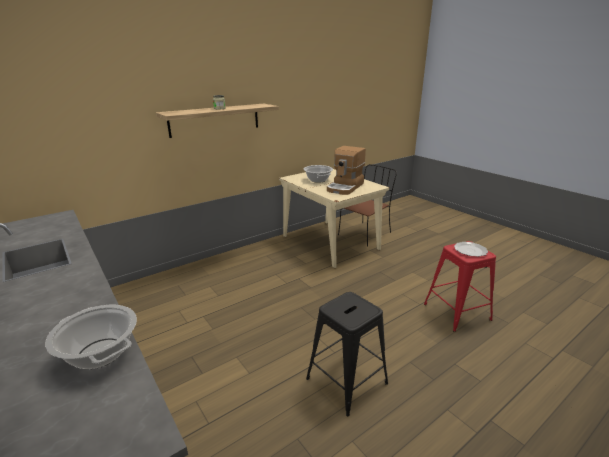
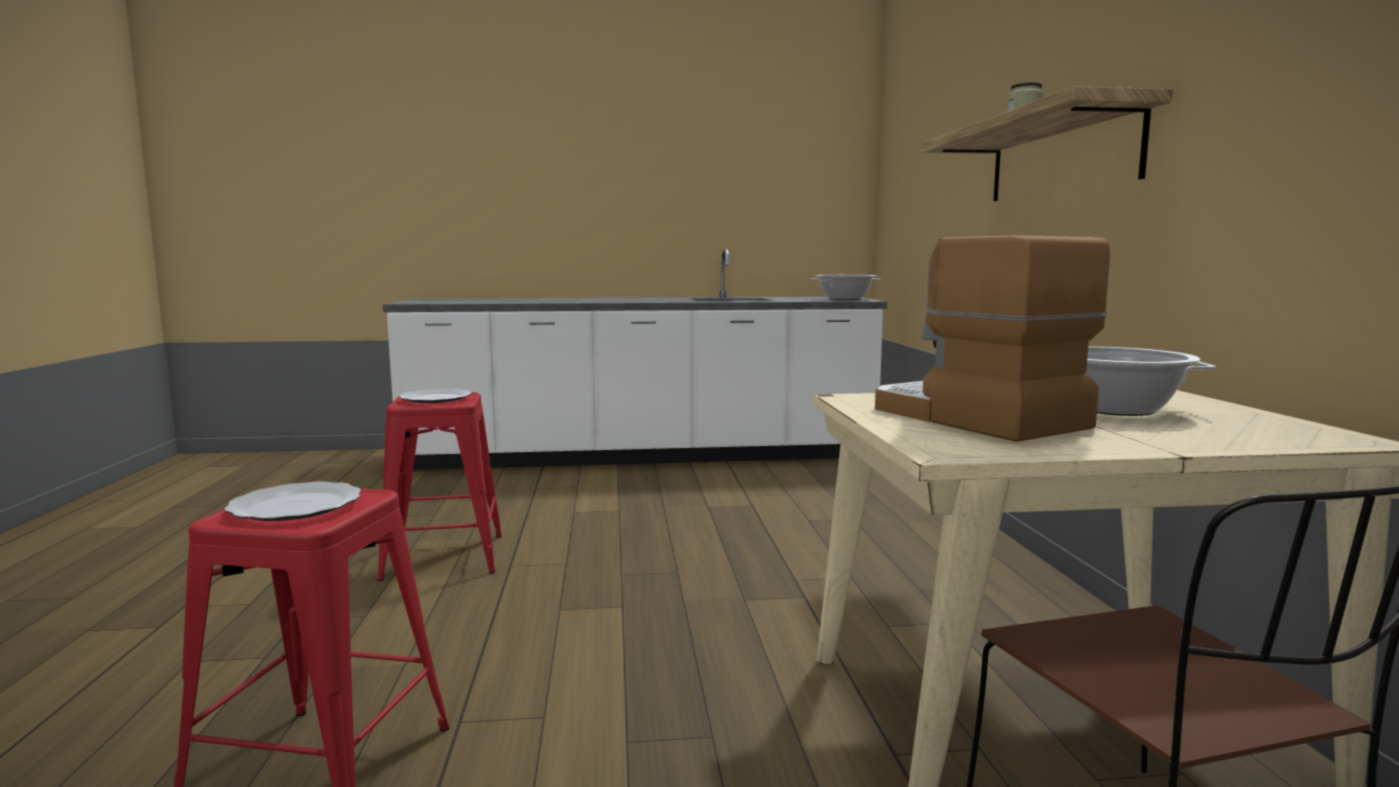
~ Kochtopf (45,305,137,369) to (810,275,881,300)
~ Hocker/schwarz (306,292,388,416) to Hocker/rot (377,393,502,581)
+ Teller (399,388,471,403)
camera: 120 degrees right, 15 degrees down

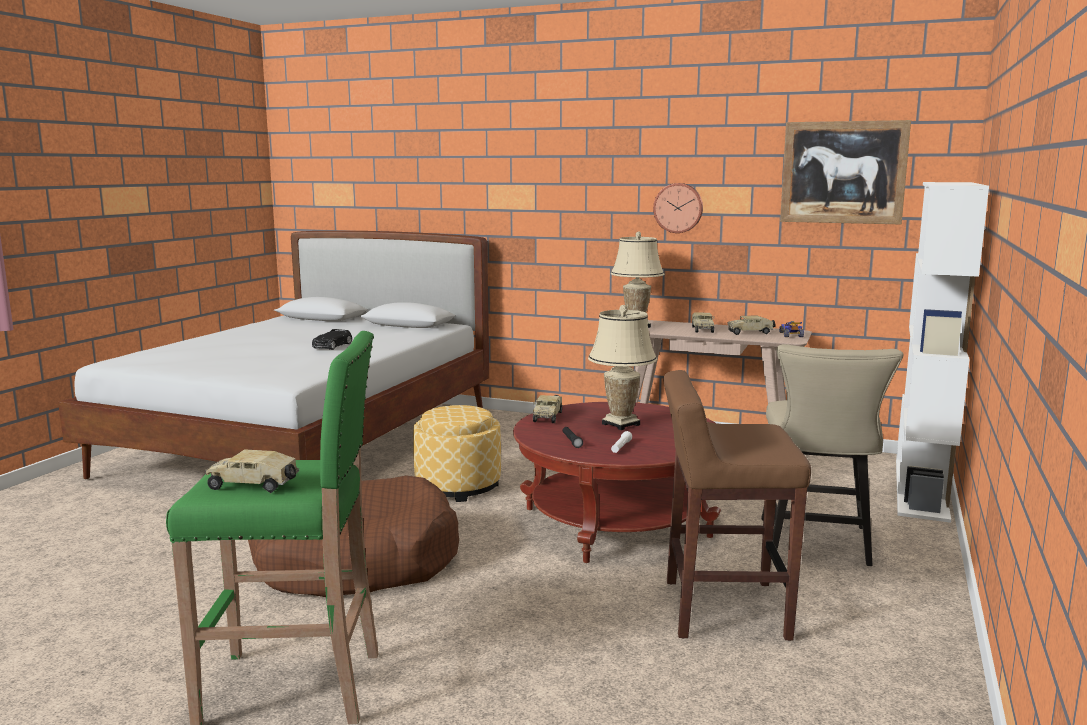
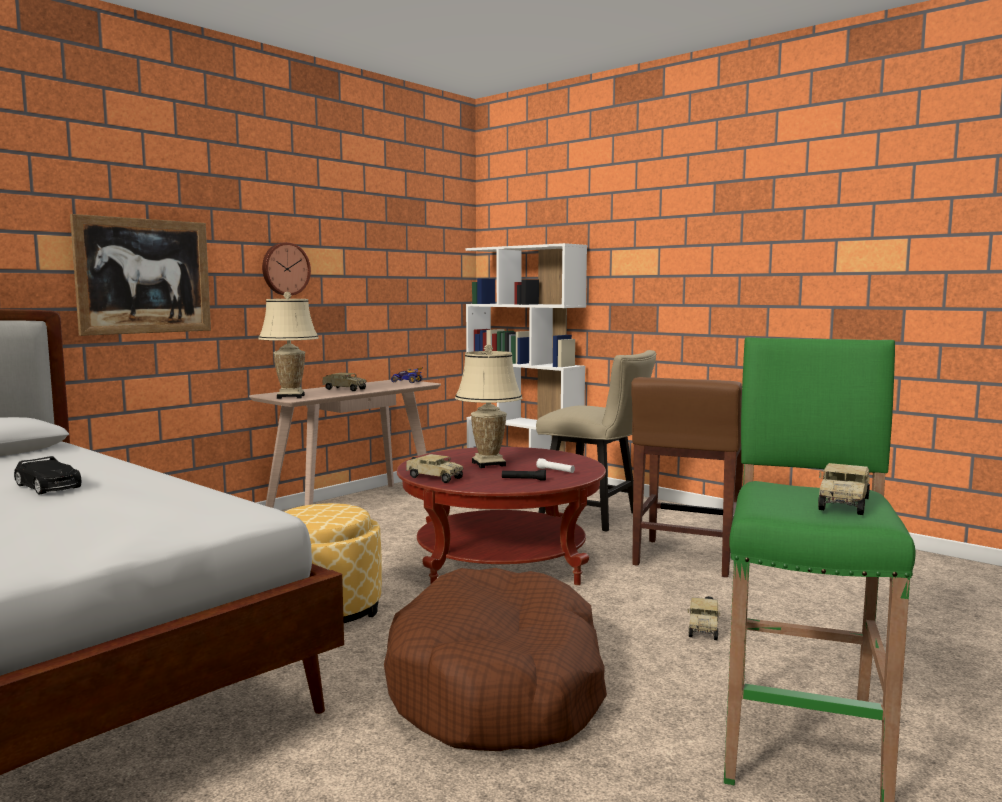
~ Spielzeuglaster (728,316,776,335) to (687,596,721,640)
~ Bild (780,120,911,224) to (70,214,211,336)
camera: 70 degrees left, 5 degrees down

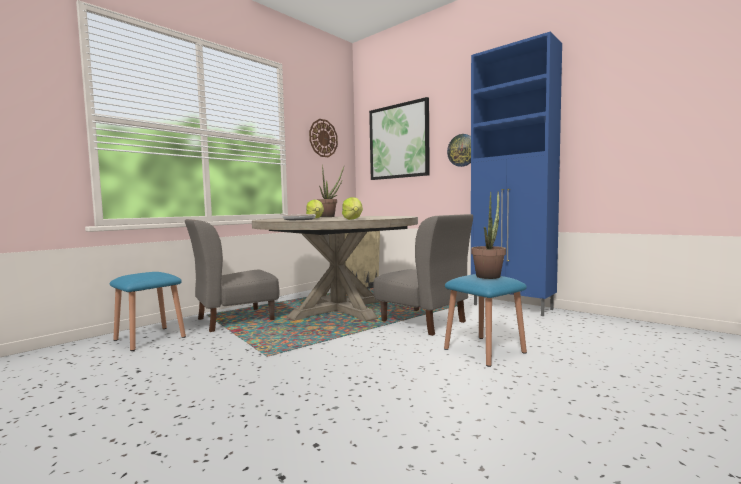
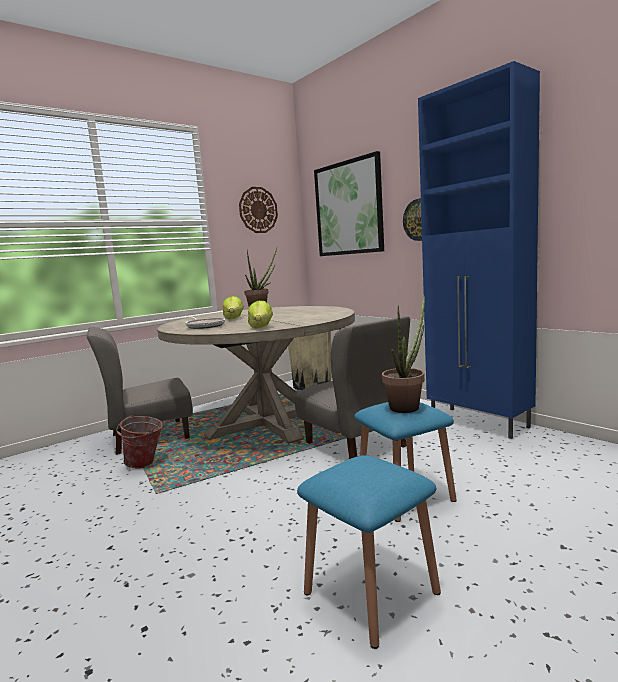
~ Hocker/blau (110,272,186,351) to (297,455,441,649)
+ Eimer (117,414,163,468)
camera: 10 degrees right, 5 degrees up

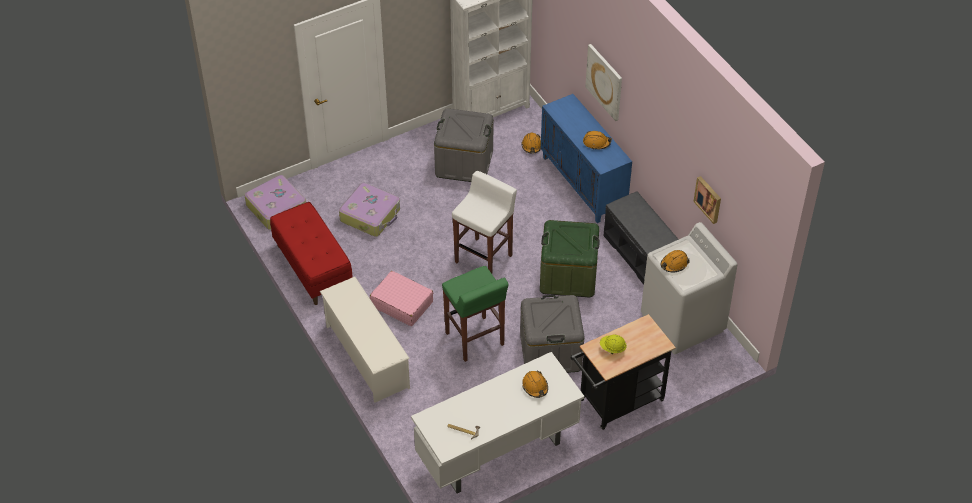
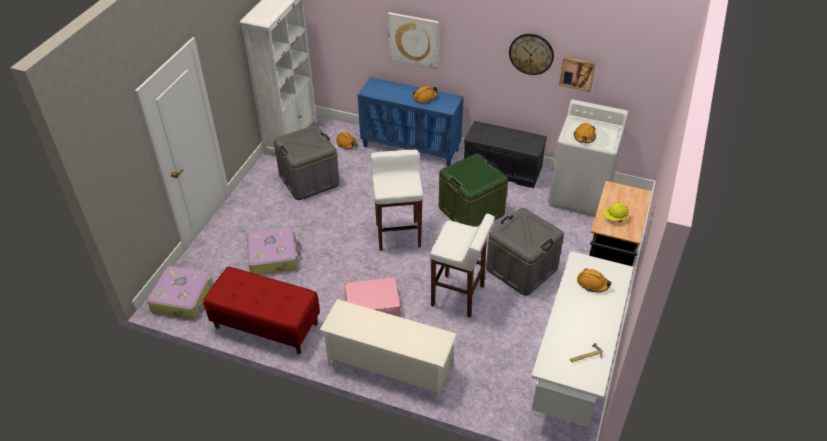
~ Hocker/grün (442,266,509,362) to Hocker/weiß (430,214,495,318)
+ Wanduhr (509,34,554,75)
camera: 40 degrees left, 5 degrees down

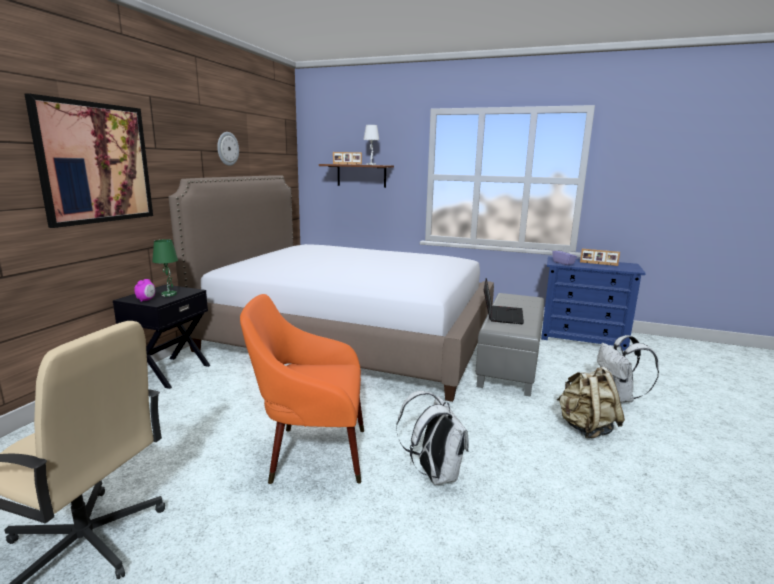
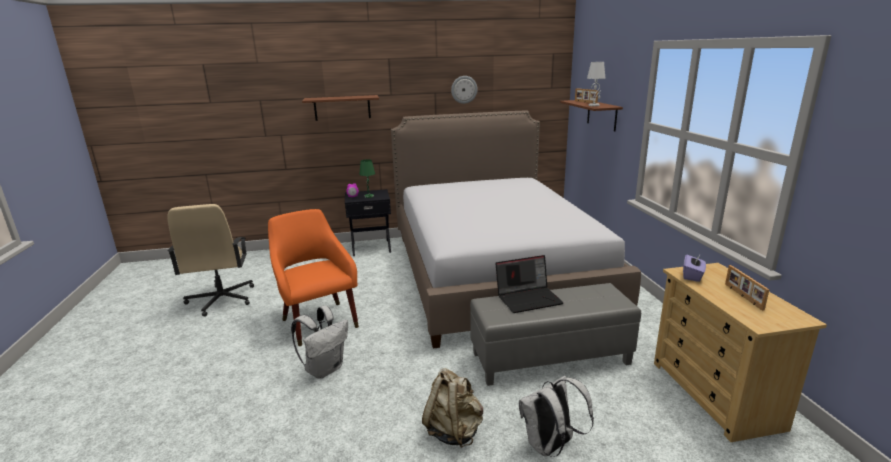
~ Bild (24,93,153,228) to Wandregal/braun (302,95,379,121)
~ Kommode/blau (541,257,646,351) to Kommode/beige (654,263,827,442)
camera: 60 degrees right, 5 degrees up

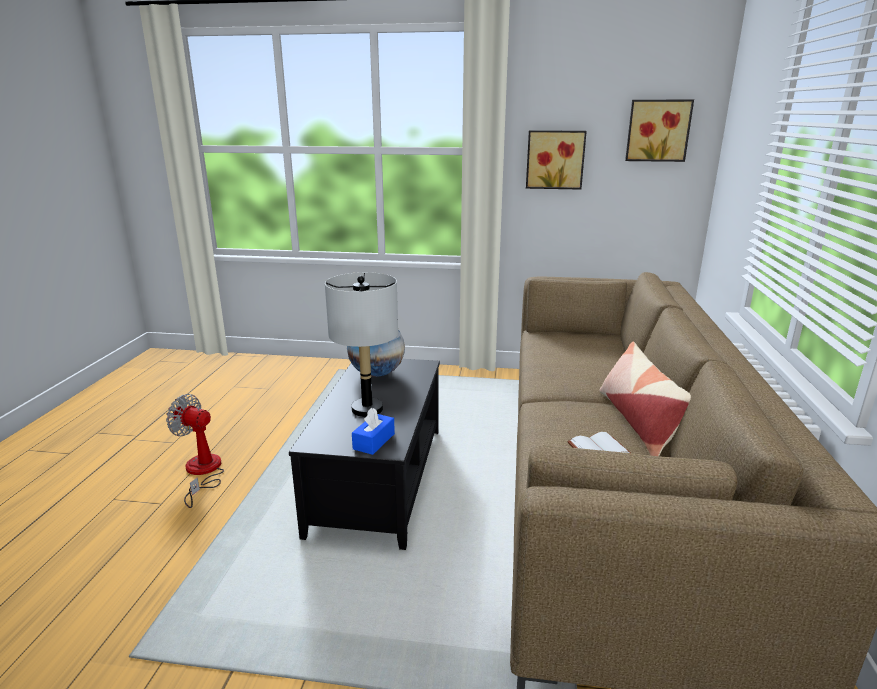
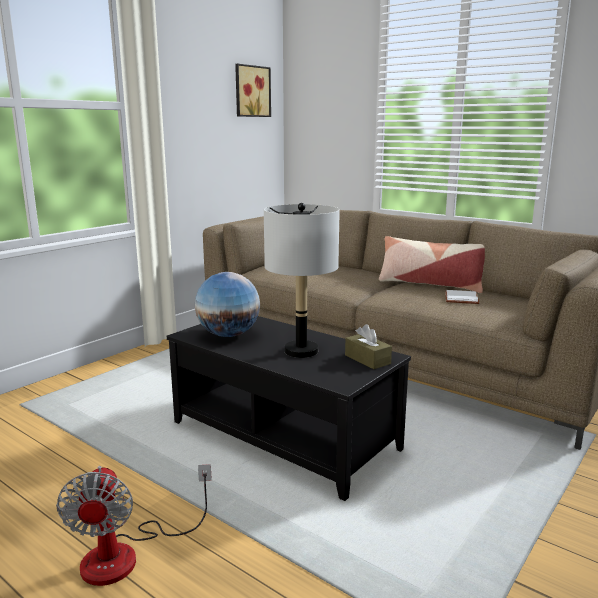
~ Ventilator (166,394,224,508) = (56,464,212,586) 60 degrees counterclockwise
~ Taschentuchbox/blau (352,407,395,455) to Taschentuchbox/braun (345,324,392,369)
- Bild (526,130,587,190)
camera: 60 degrees left, 5 degrees down

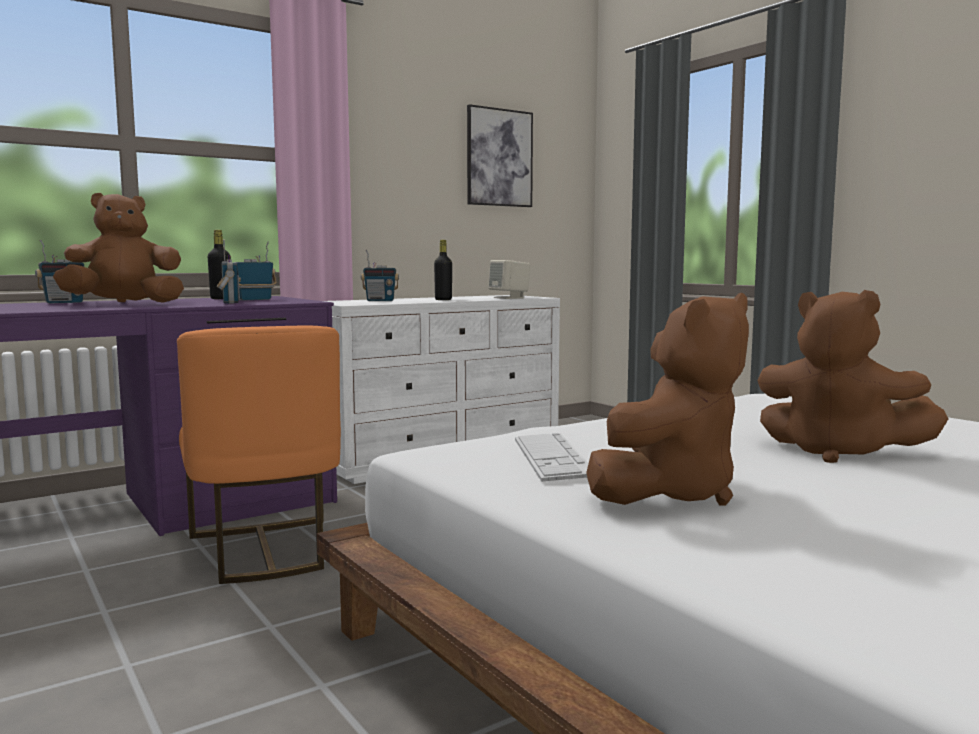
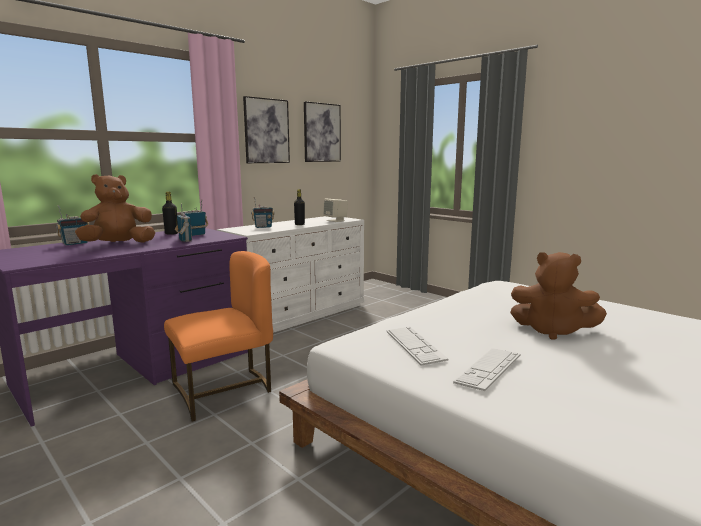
~ Stuhl/orange (177,326,341,584) = (164,251,273,422) 90 degrees counterclockwise
~ Plüschtier/braun (586,293,749,506) to Tastatur (453,348,521,391)
+ Bild (243,96,290,163)
camera: 10 degrees left, 5 degrees up

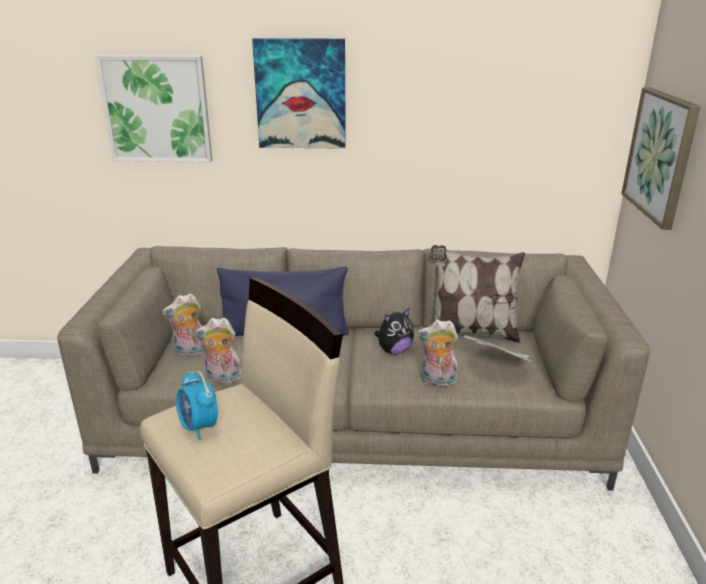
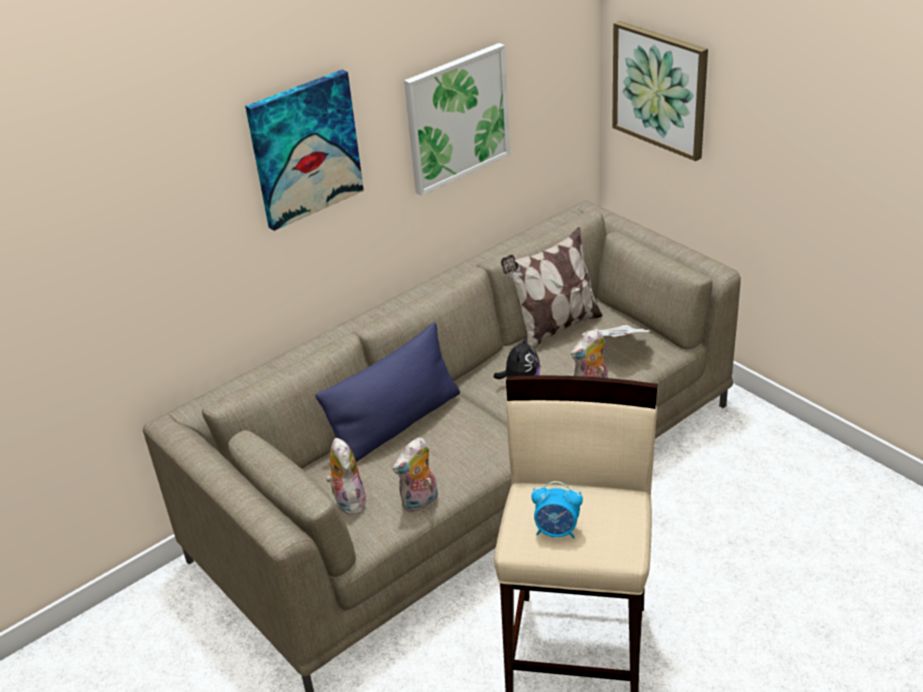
~ Bild (95,55,213,163) to (404,43,510,196)
~ Plüschtier (162,293,205,357) = (326,438,366,515) 135 degrees clockwise
camera: 40 degrees left, 10 degrees up

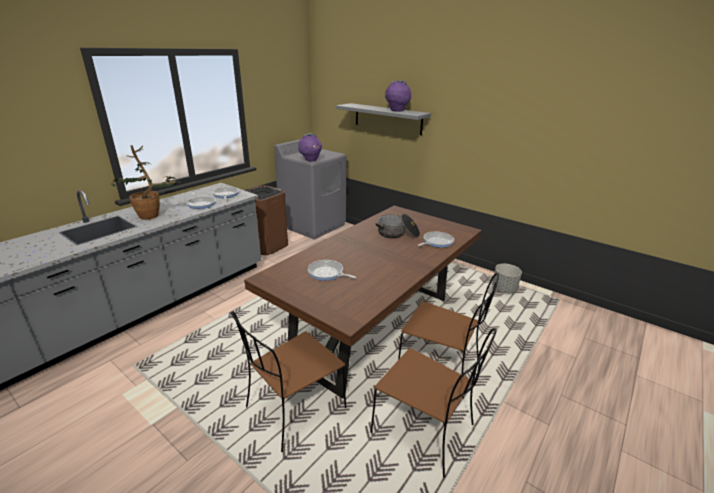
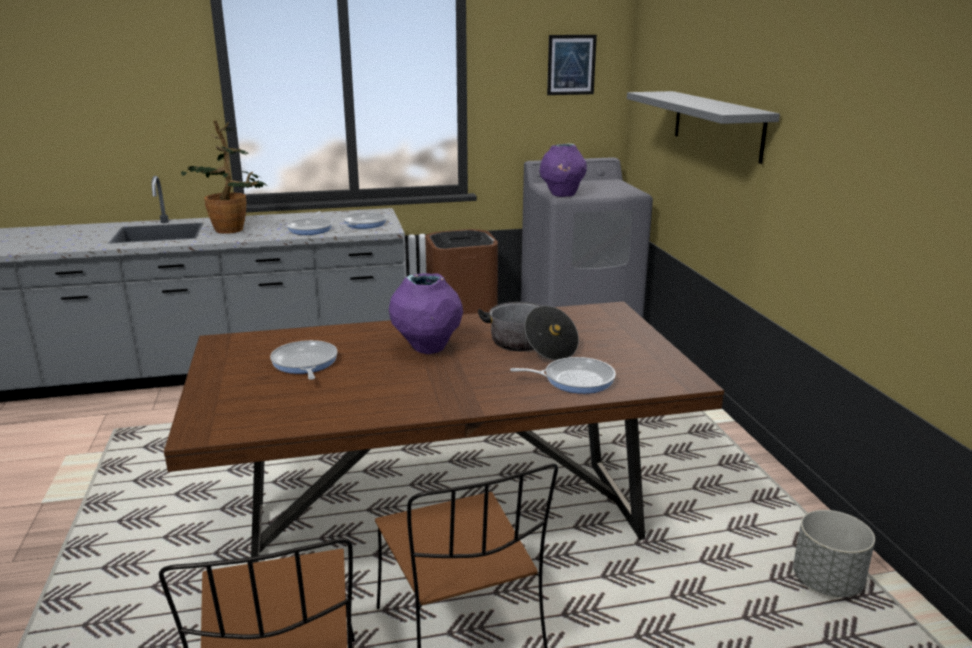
- Stuhl/braun (231,311,346,452)
~ Vase/lila (385,81,411,112) to (389,273,463,354)
+ Bild (547,35,597,95)
camera: 40 degrees right, 5 degrees down

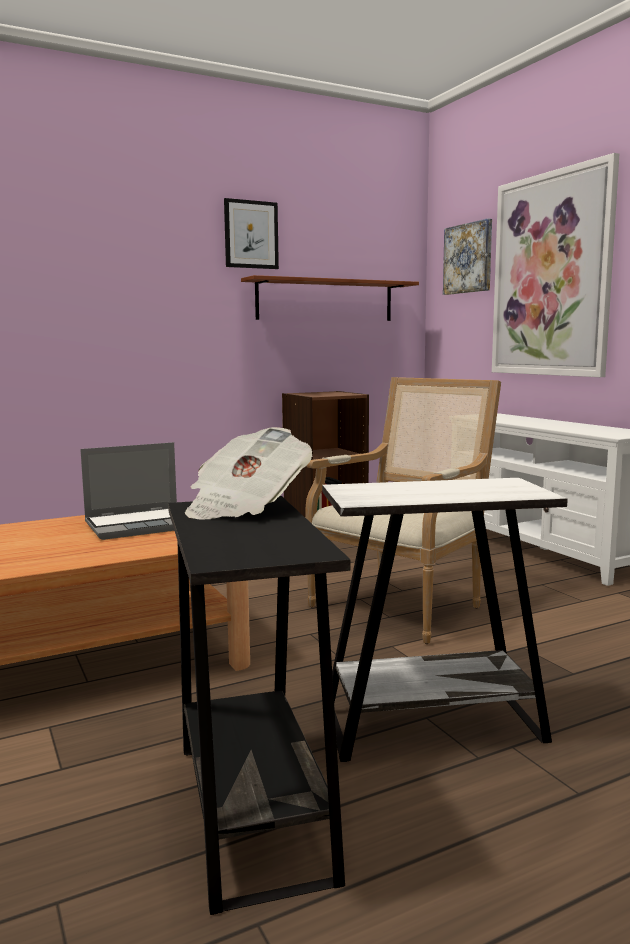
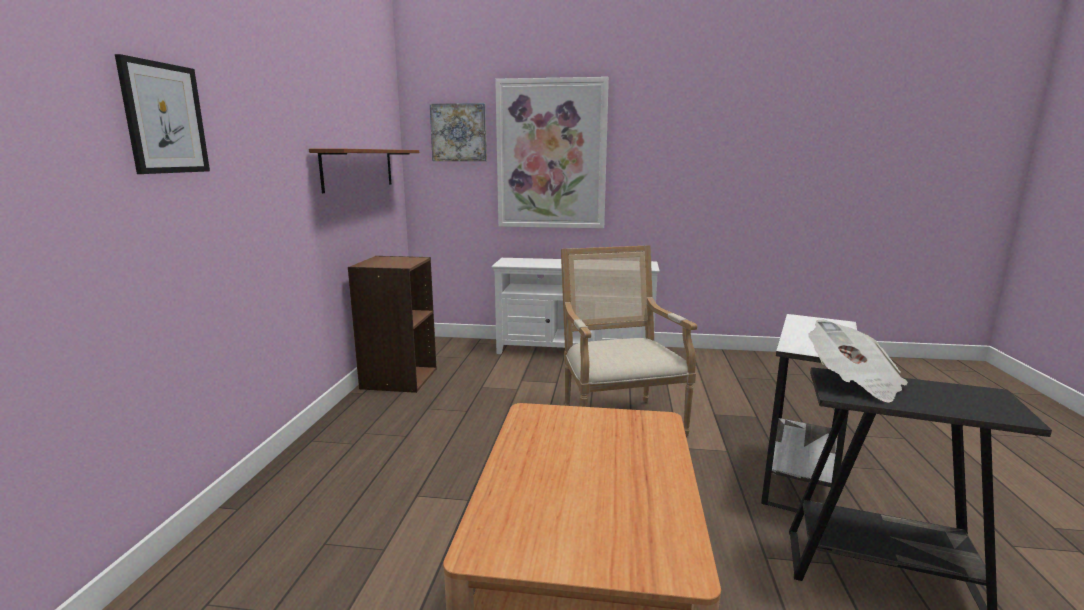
- Laptop (80,442,177,540)
~ Bild (224,198,279,269) to (115,54,210,174)
camera: 55 degrees left, 5 degrees up

